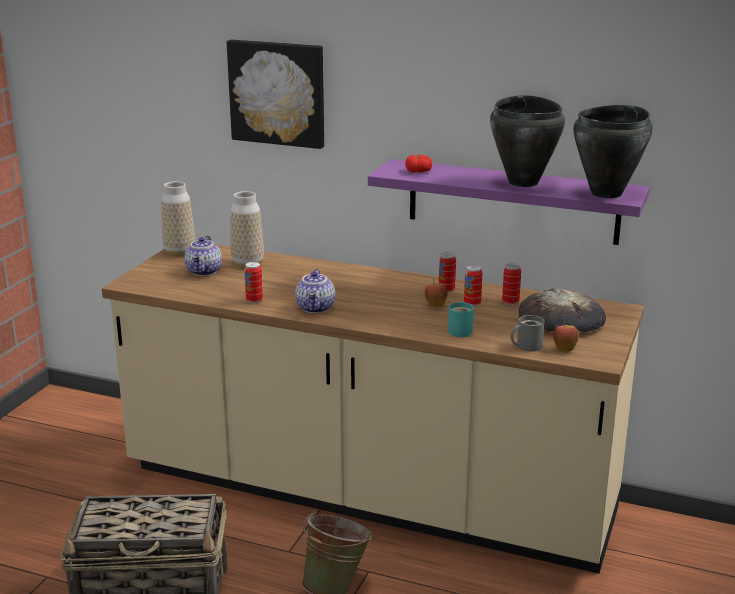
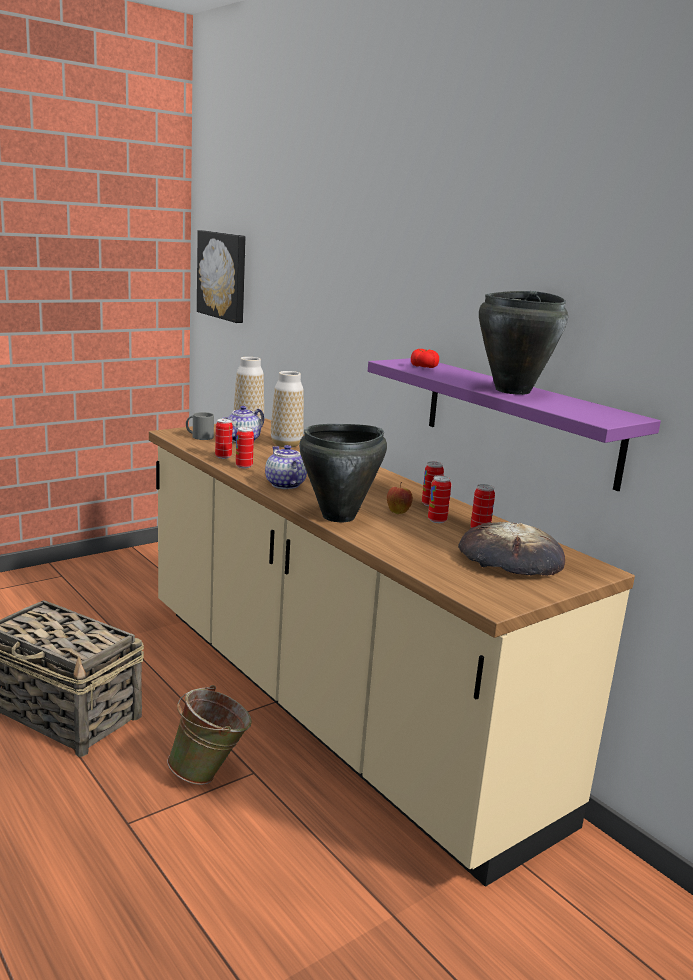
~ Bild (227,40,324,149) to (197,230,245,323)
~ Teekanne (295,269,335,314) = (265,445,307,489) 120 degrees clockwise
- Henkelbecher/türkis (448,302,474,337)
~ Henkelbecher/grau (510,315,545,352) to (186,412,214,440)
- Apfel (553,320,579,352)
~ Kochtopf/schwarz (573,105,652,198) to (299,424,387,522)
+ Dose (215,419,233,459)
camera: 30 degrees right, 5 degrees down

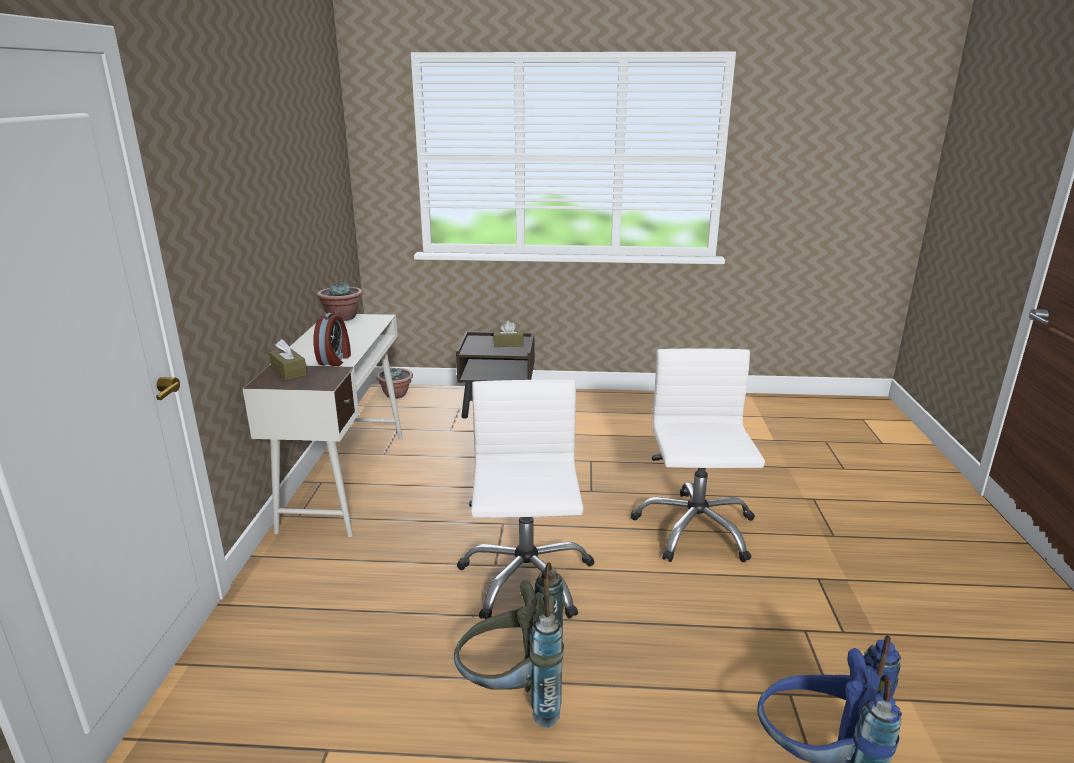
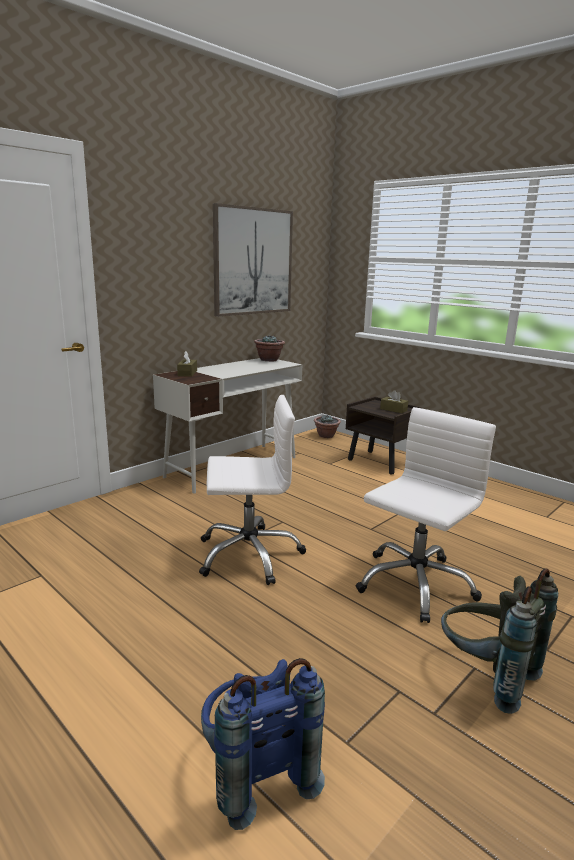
- Wecker (314,313,351,366)
~ Rucksack/grau (454,562,565,728) to (441,568,558,714)
~ Bürostuhl/weiß (457,380,594,619) = (199,395,306,585) 45 degrees clockwise
+ Bild (213,203,293,316)
camera: 40 degrees right, 5 degrees down

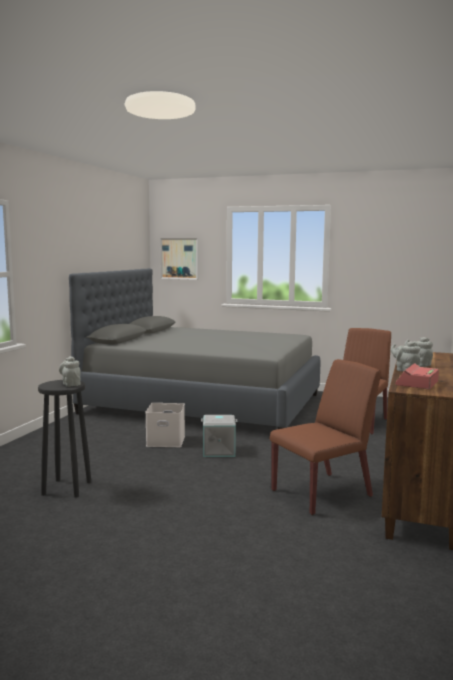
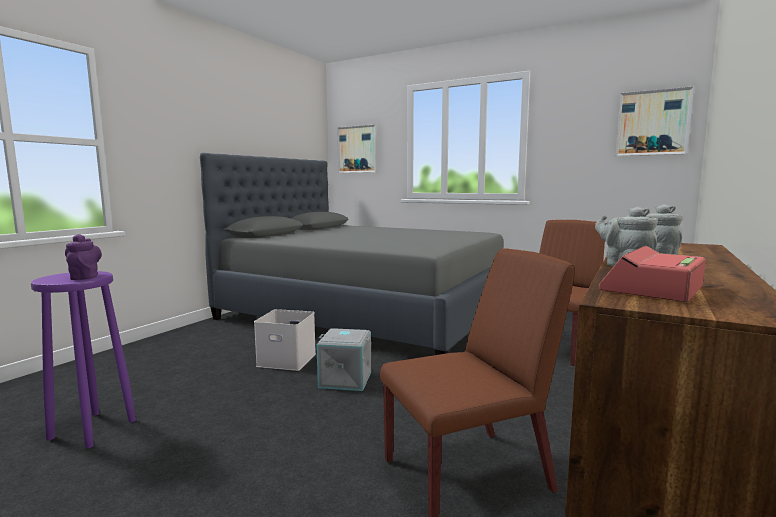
~ Hocker/schwarz (38,380,91,498) to Hocker/lila (31,271,136,448)
~ Teekanne/grau (59,356,81,387) to Teekanne/lila (65,234,102,280)
+ Bild (616,87,694,156)
camera: 10 degrees right, 0 degrees up

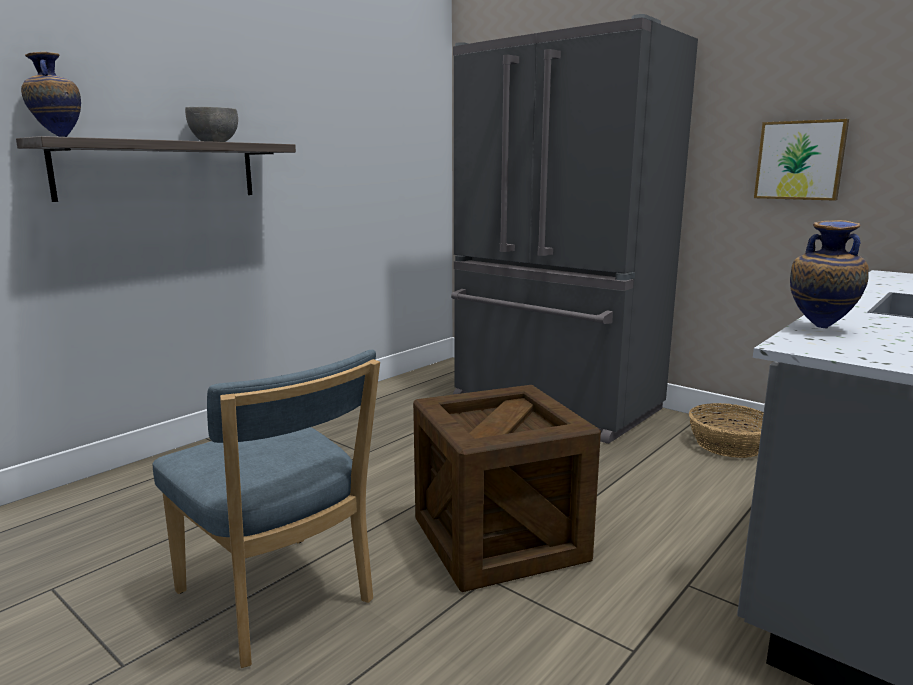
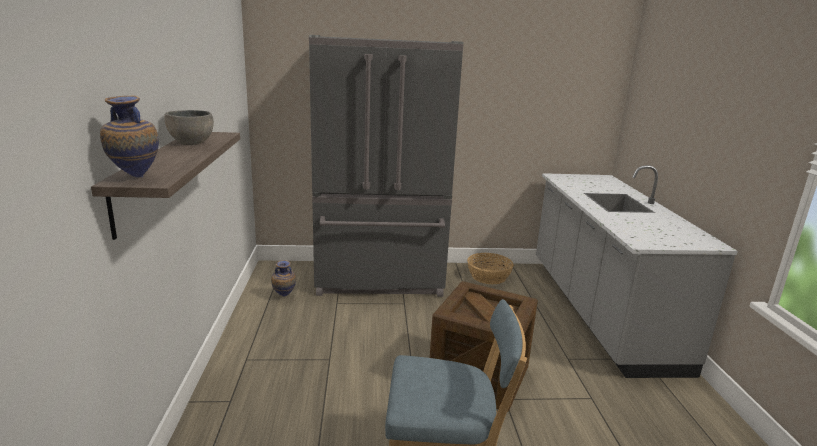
- Bild (754,119,849,201)
~ Vase (790,220,869,329) to (271,260,296,297)
camera: 45 degrees left, 5 degrees up

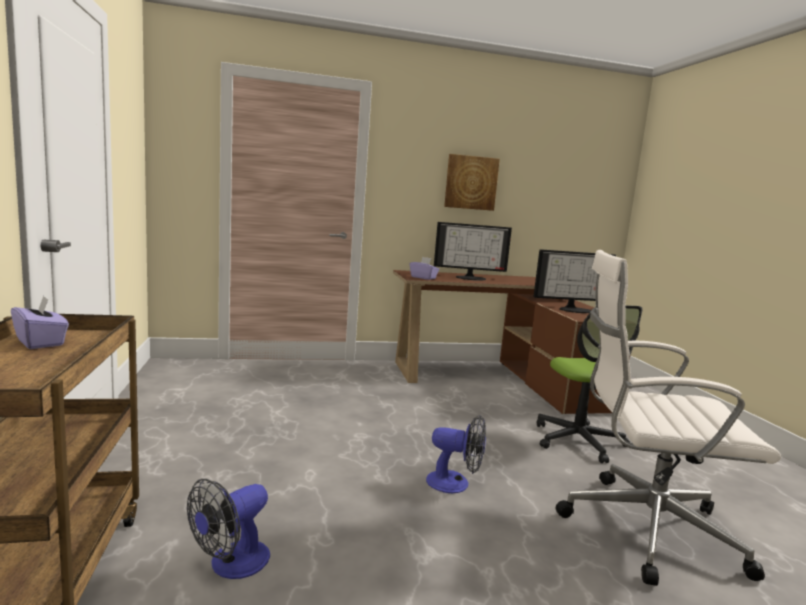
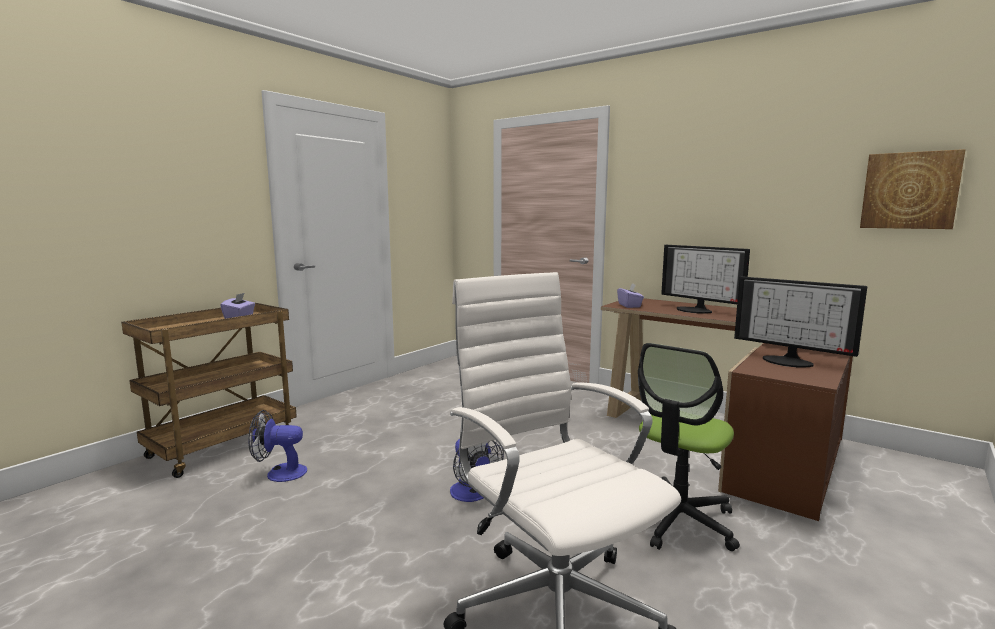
~ Bild (444,154,500,211) to (860,149,966,229)
camera: 50 degrees right, 0 degrees up

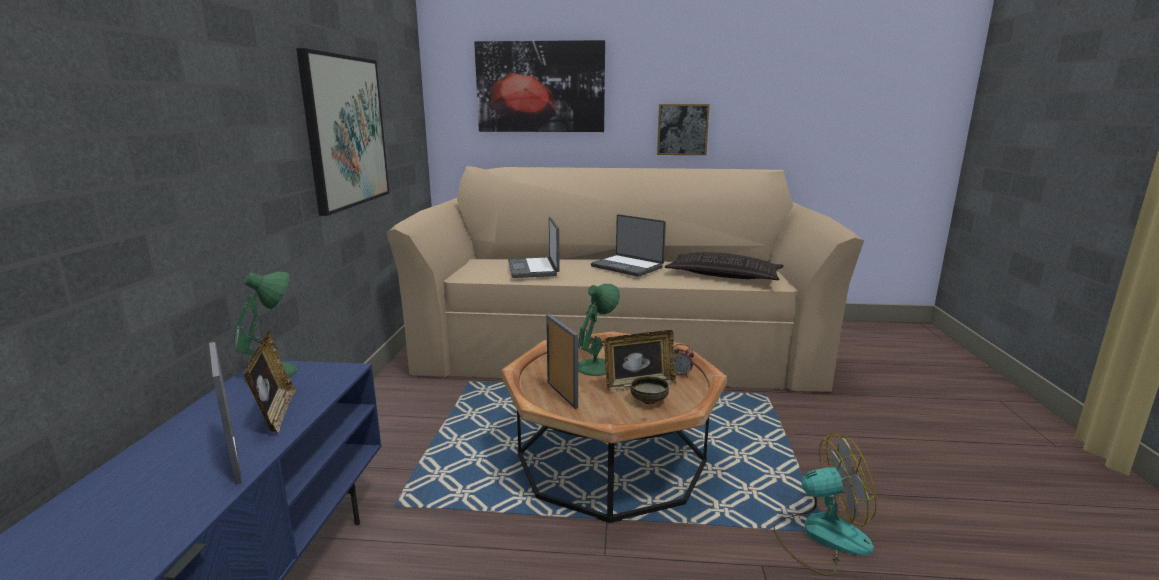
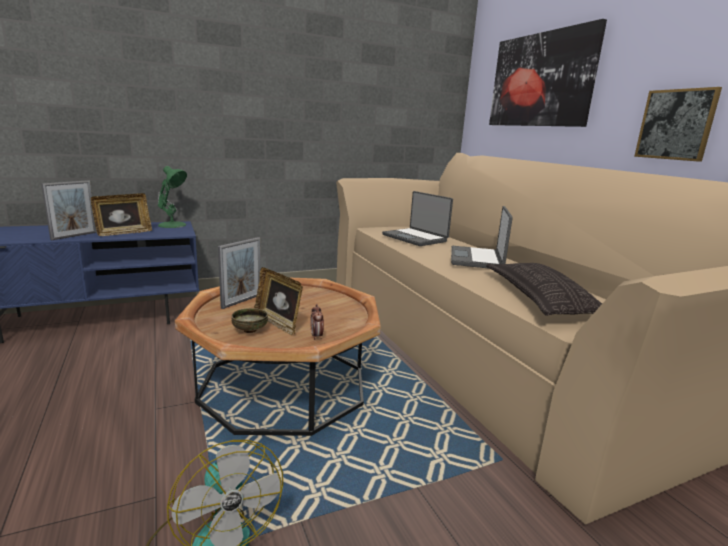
- Bild (296,48,389,216)
~ Laptop (508,217,560,278) = (382,191,453,246) 90 degrees counterclockwise
- Tischlampe/grün (578,284,620,376)
camera: 60 degrees right, 0 degrees up

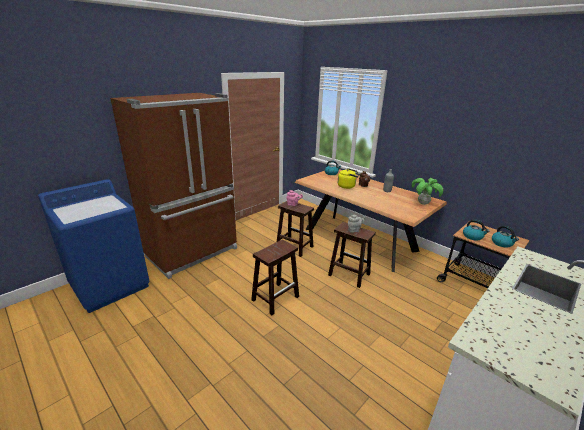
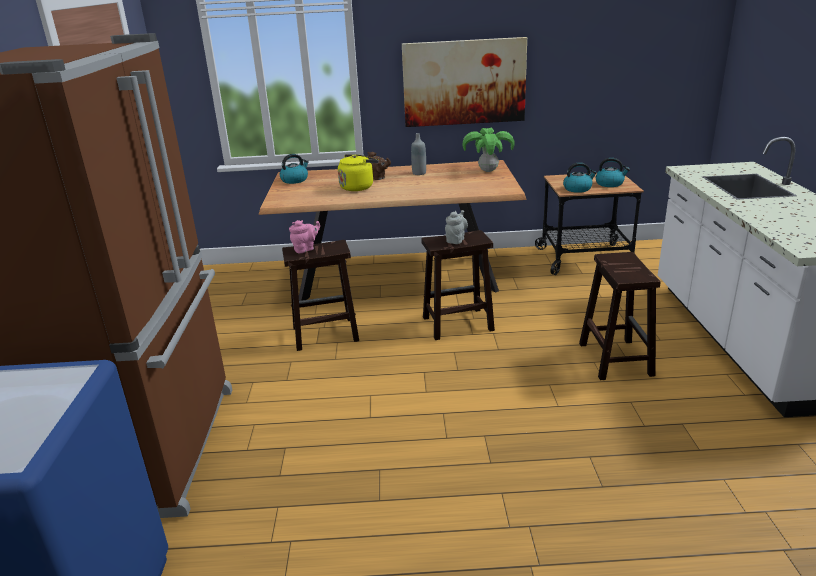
~ Hocker/braun (251,240,299,315) to (579,252,661,380)
+ Bild (402,37,527,127)
camera: 45 degrees left, 0 degrees up

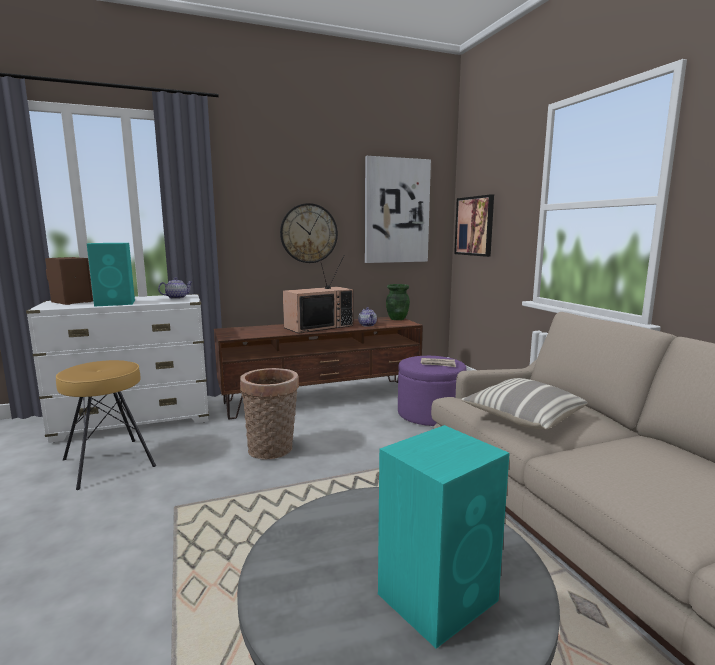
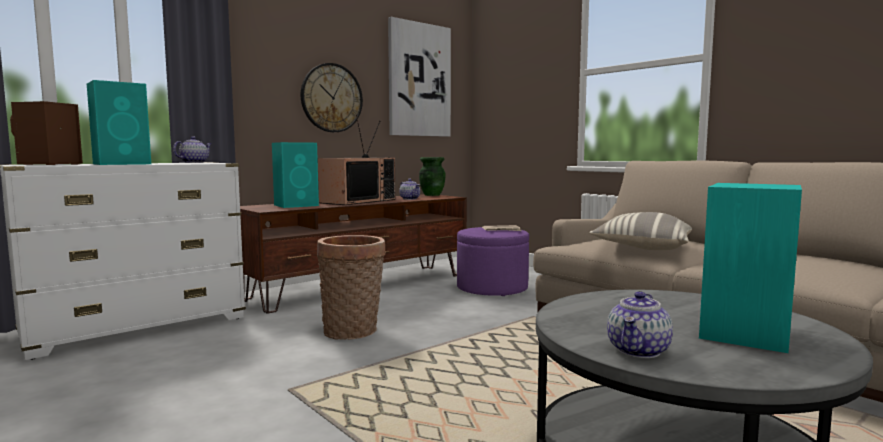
- Hocker/braun (56,360,156,490)
- Bild (454,194,494,257)
+ Lautsprecher/türkis (272,142,319,208)
+ Teekanne (607,291,673,358)
camera: 20 degrees left, 5 degrees down

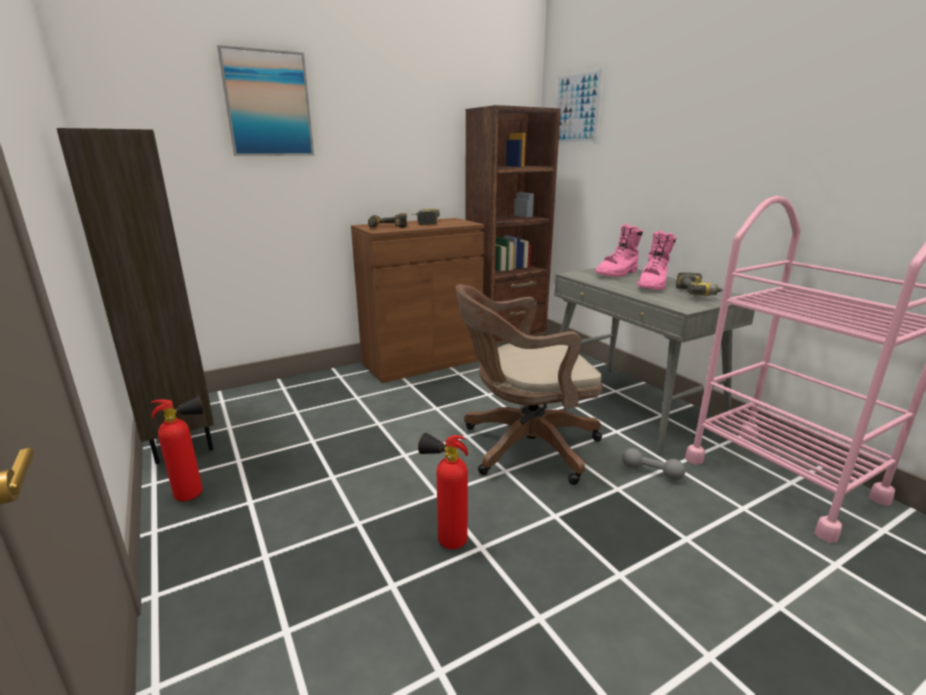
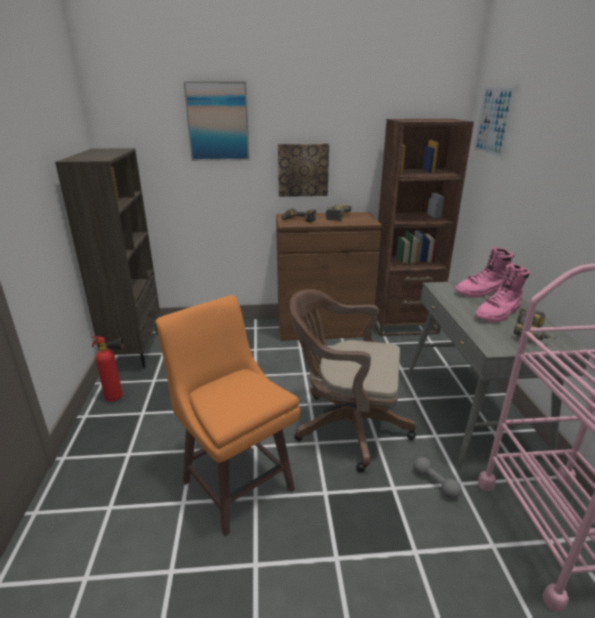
~ Feuerlöscher (418,433,468,549) to Hocker/orange (155,295,300,536)
+ Bild (278,144,329,197)
camera: 25 degrees right, 5 degrees up

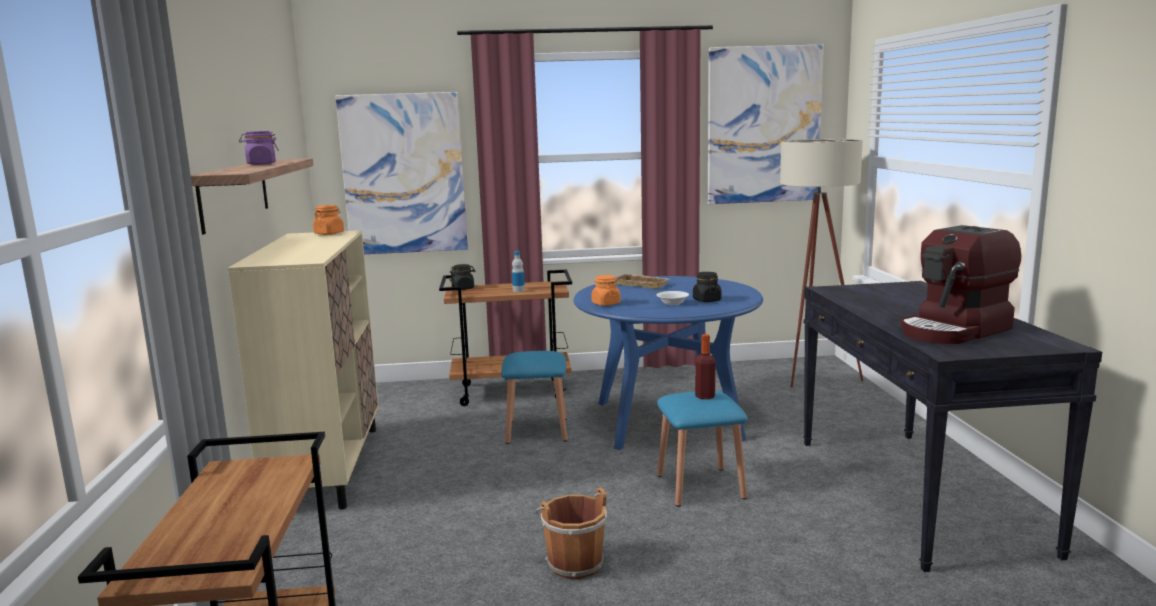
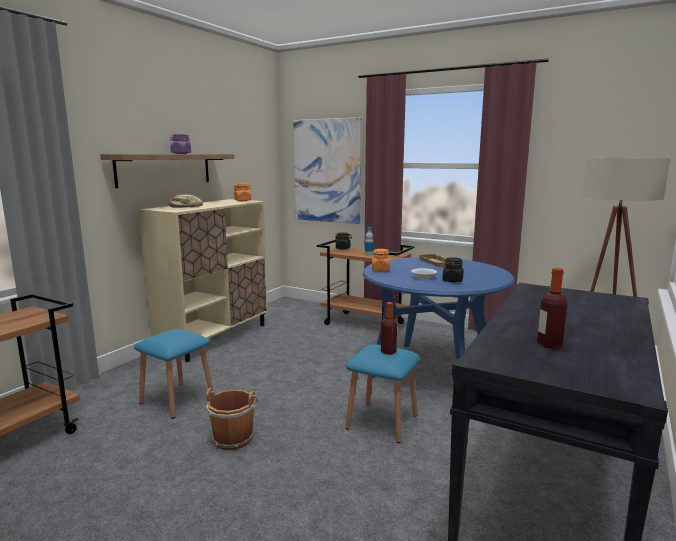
~ Hocker/blau (501,351,567,444) to (134,329,213,419)
- Bild (708,45,824,204)
~ Kaffeemaschine (901,225,1021,344) to Flasche (537,268,568,349)
+ Brot (169,194,203,208)
camera: 35 degrees right, 0 degrees up

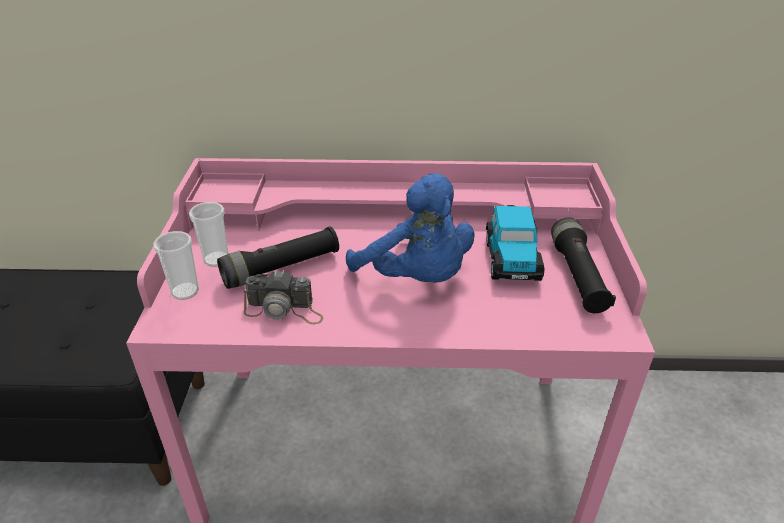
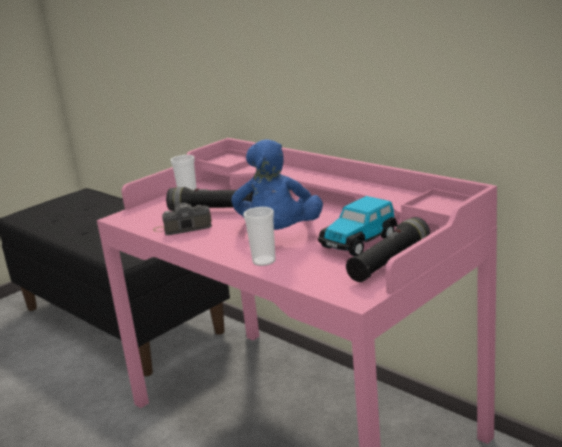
~ Tasse (153,231,199,300) to (243,207,276,266)
~ Kamera (244,270,323,325) = (153,203,212,235) 120 degrees clockwise
camera: 45 degrees right, 15 degrees down

